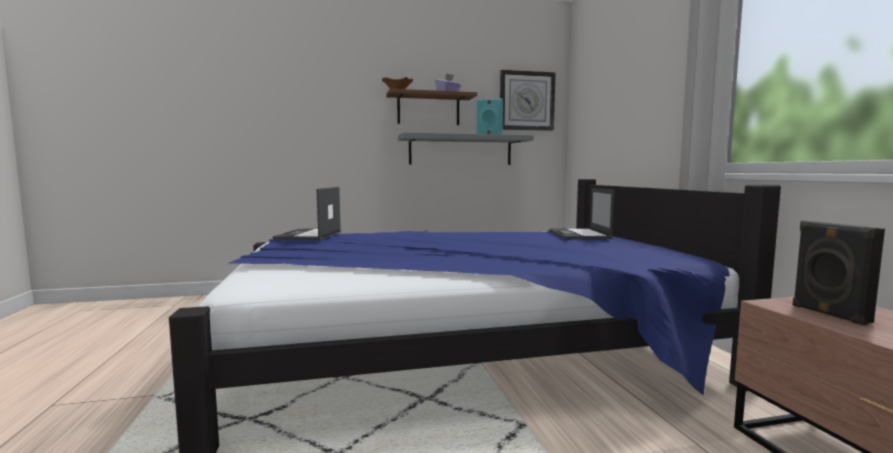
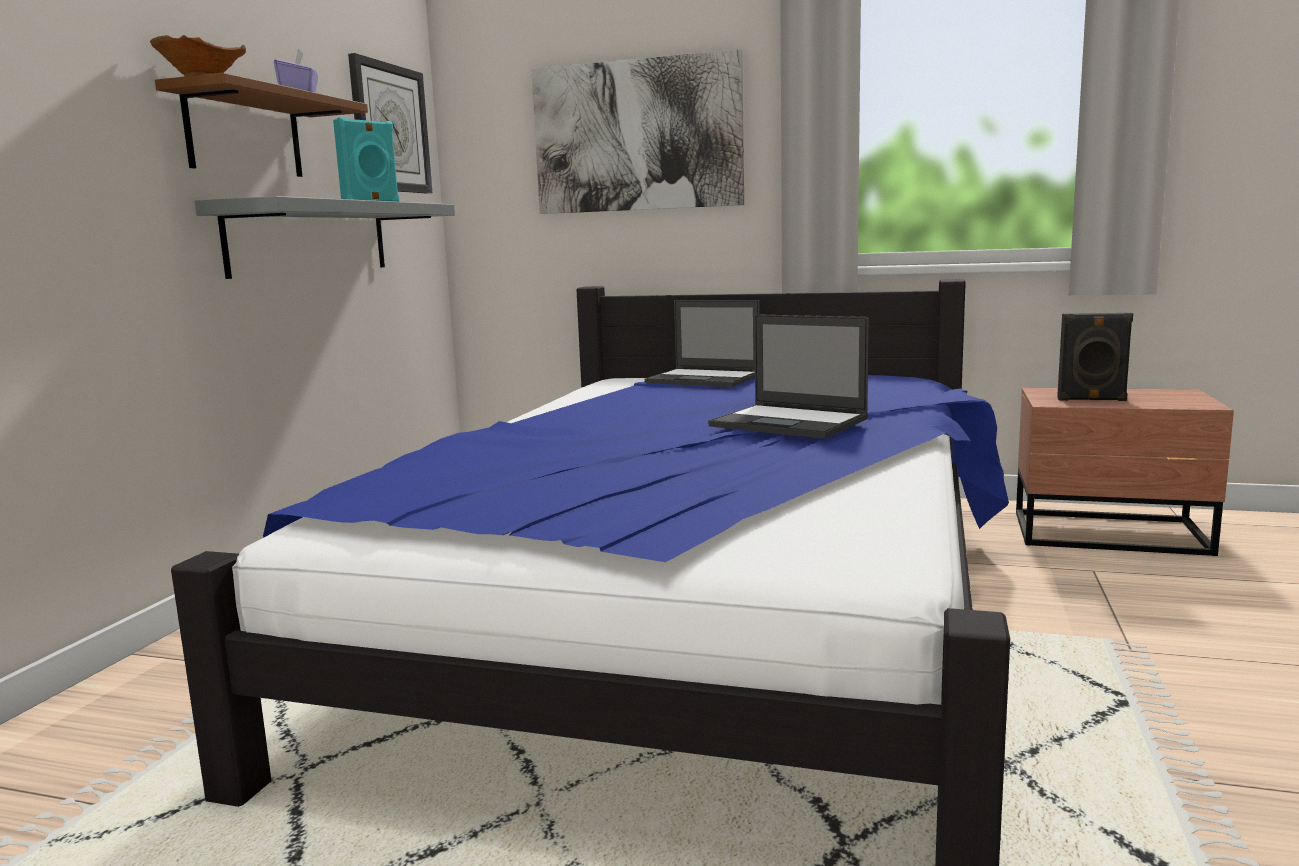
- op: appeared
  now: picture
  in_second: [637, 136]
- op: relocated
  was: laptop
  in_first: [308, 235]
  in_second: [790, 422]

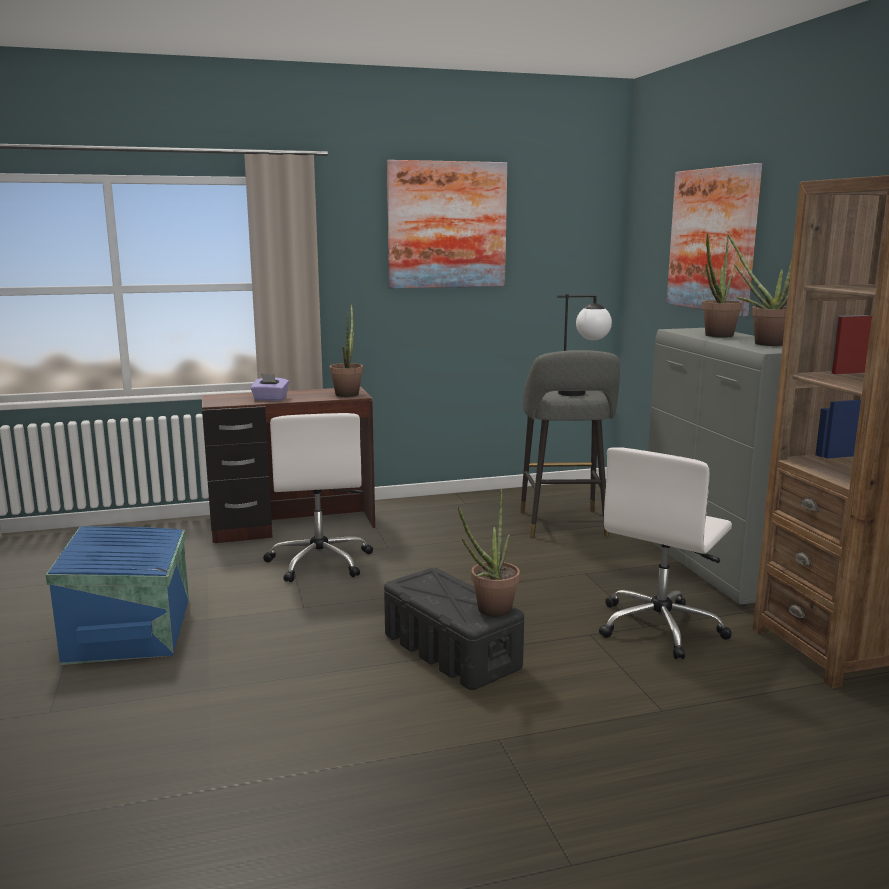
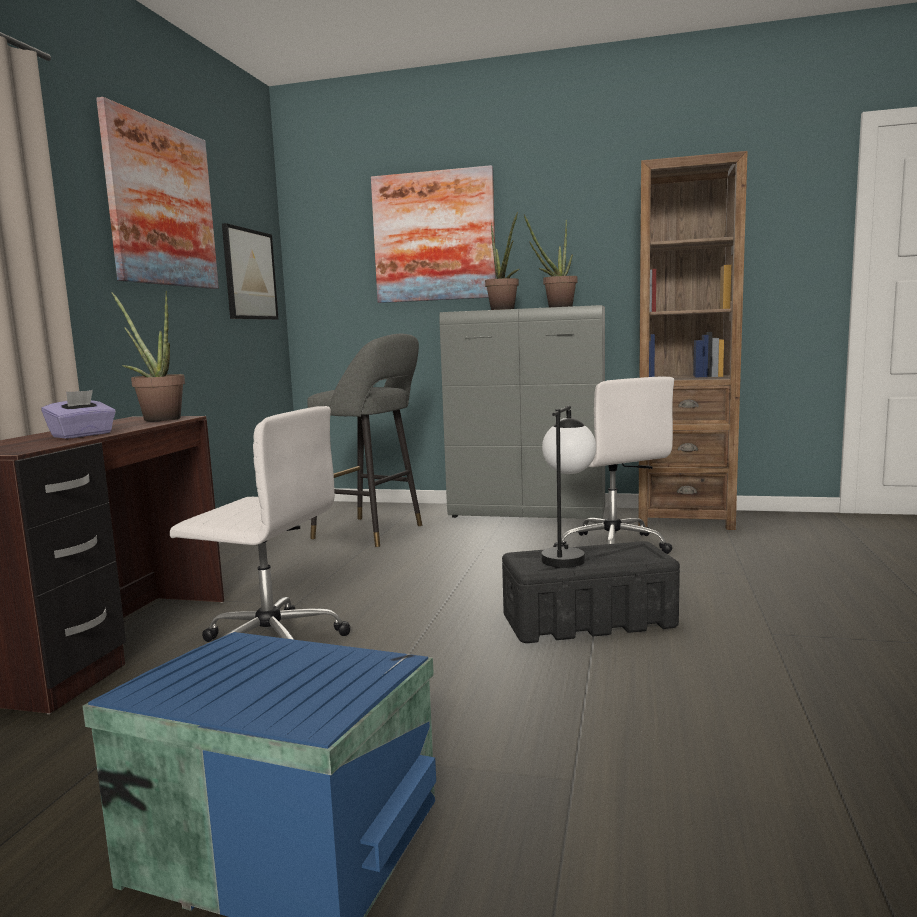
- op: missing
  was: potted plant
  in_first: [489, 612]
- op: appeared
  now: picture
  in_second: [249, 274]
- op: relocated
  was: table lamp
  in_first: [582, 393]
  in_second: [566, 555]

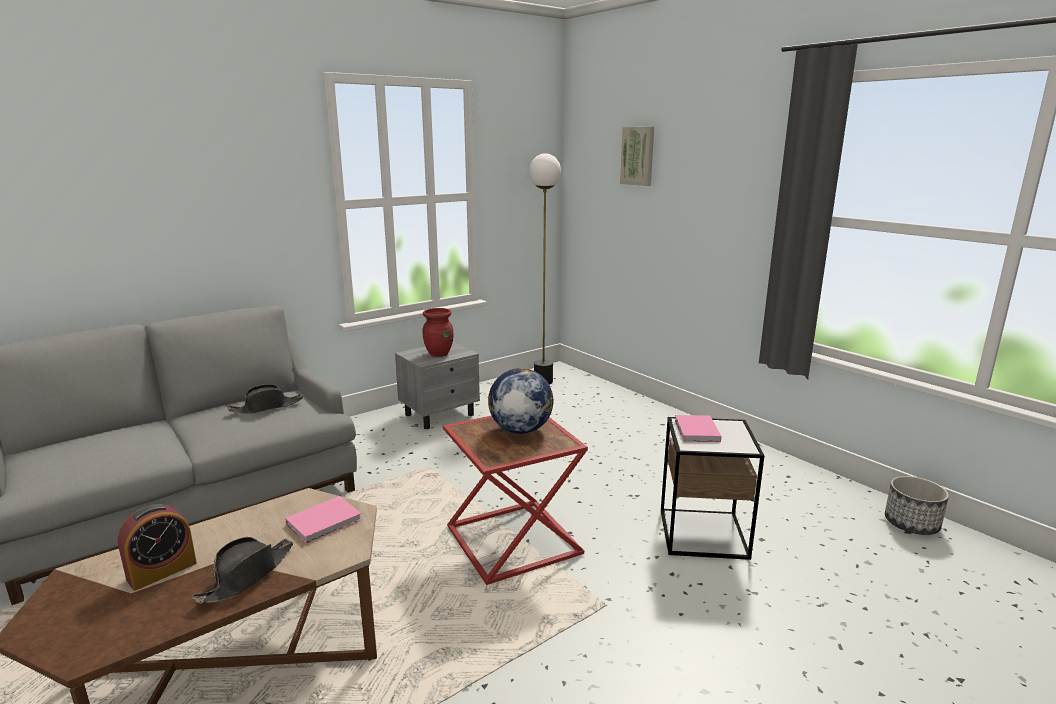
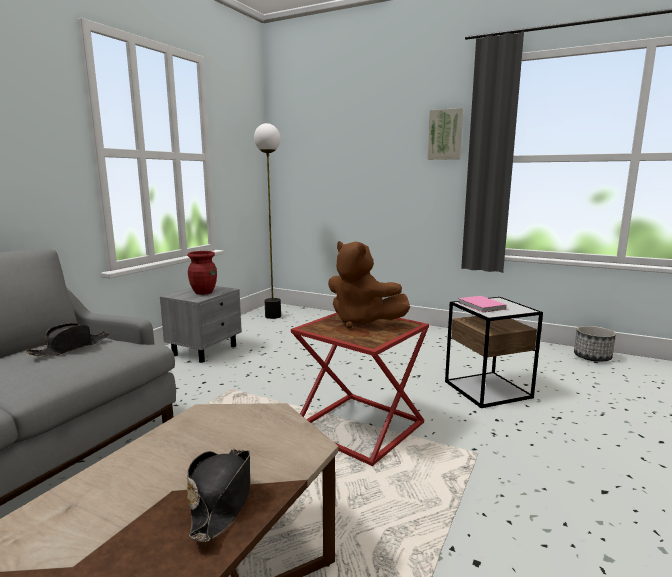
- op: missing
  was: alarm clock
  in_first: [162, 571]
- op: missing
  was: book (pink)
  in_first: [326, 521]
- op: relocated
  was: picture
  in_first: [638, 156]
  in_second: [445, 134]
- op: exchanged
  was: globe
  now: plush toy (brown)
  in_first: [520, 430]
  in_second: [362, 322]

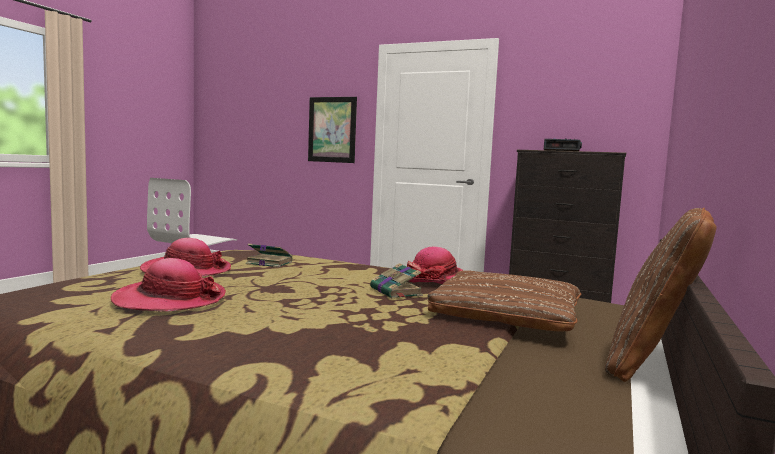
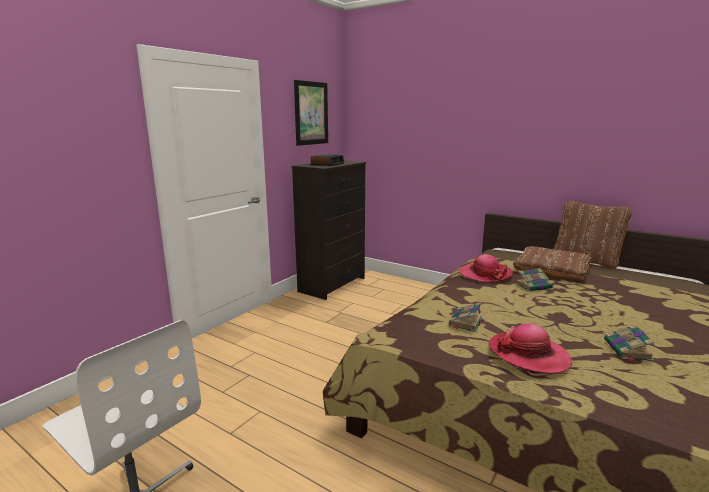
- op: relocated
  was: picture
  in_first: [332, 129]
  in_second: [311, 113]
- op: exchanged
  was: hat
  now: book
  in_first: [170, 299]
  in_second: [628, 350]

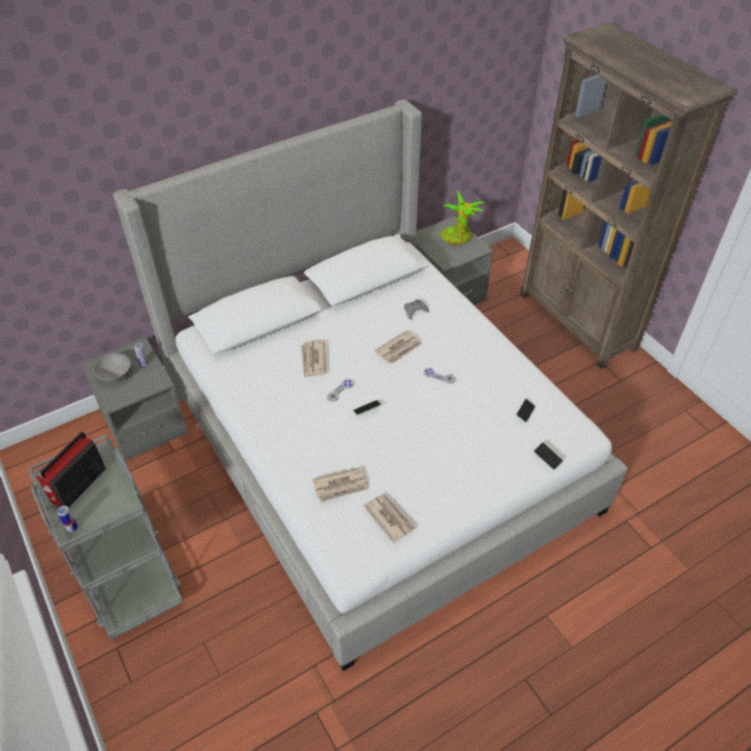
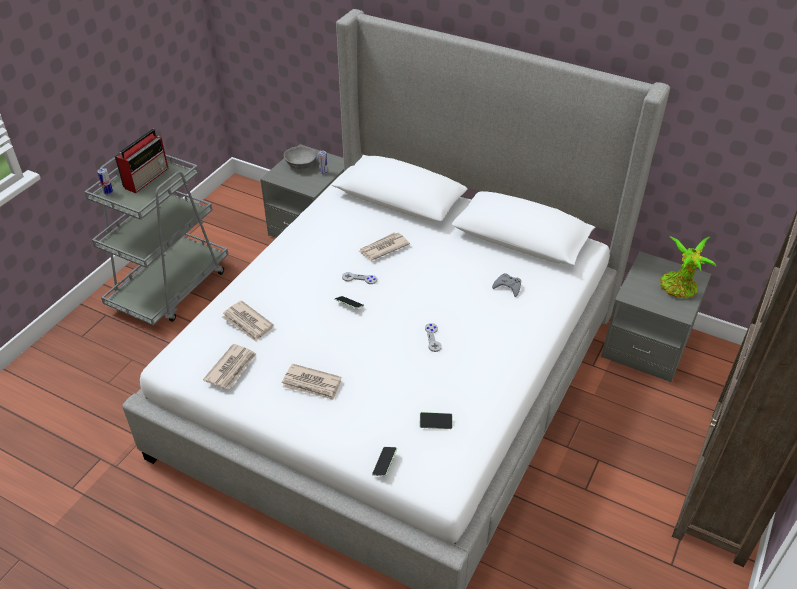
- op: relocated
  was: newspaper
  in_first: [399, 349]
  in_second: [312, 384]
- op: spun
  was: radio
  in_first: [77, 485]
  in_second: [147, 177]
  clockwise: 120

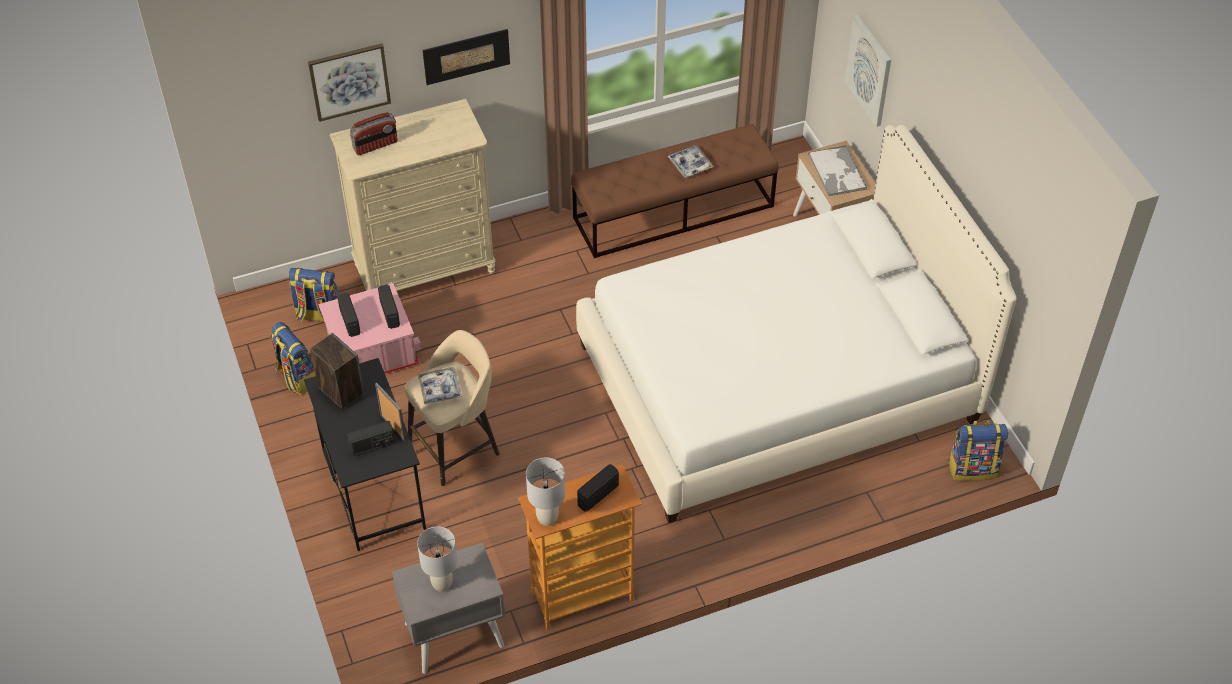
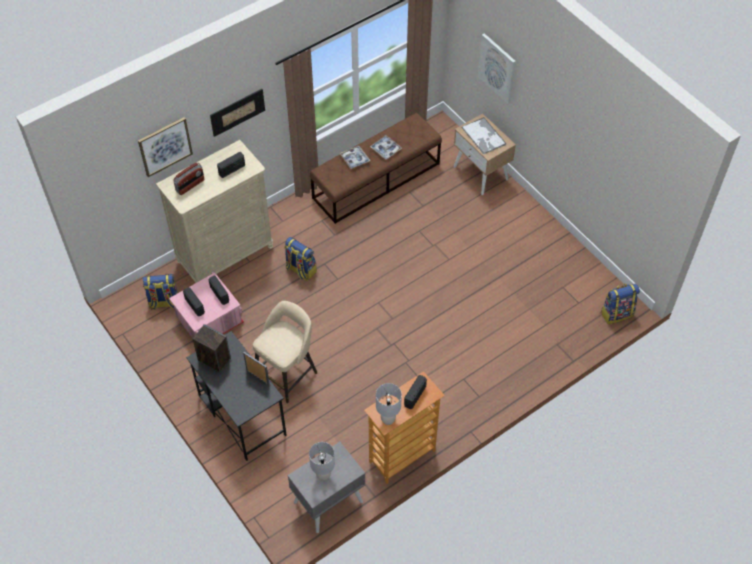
- op: missing
  was: bed (white)
  in_first: [778, 382]
- op: relocated
  was: backpack
  in_first: [296, 377]
  in_second: [300, 270]
- op: relocated
  was: radio
  in_first: [372, 445]
  in_second: [232, 170]
- op: relocated
  was: tray
  in_first: [440, 389]
  in_second: [355, 159]

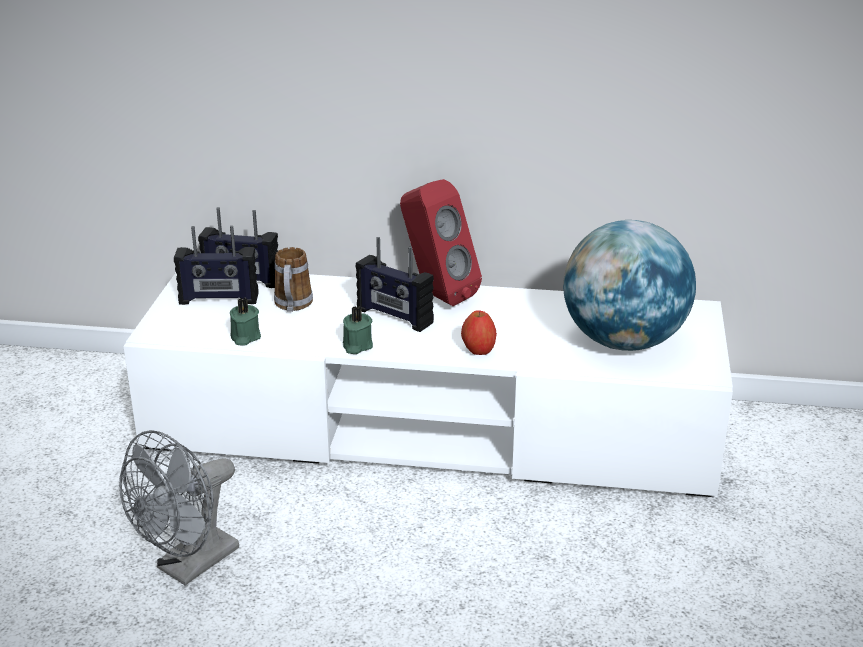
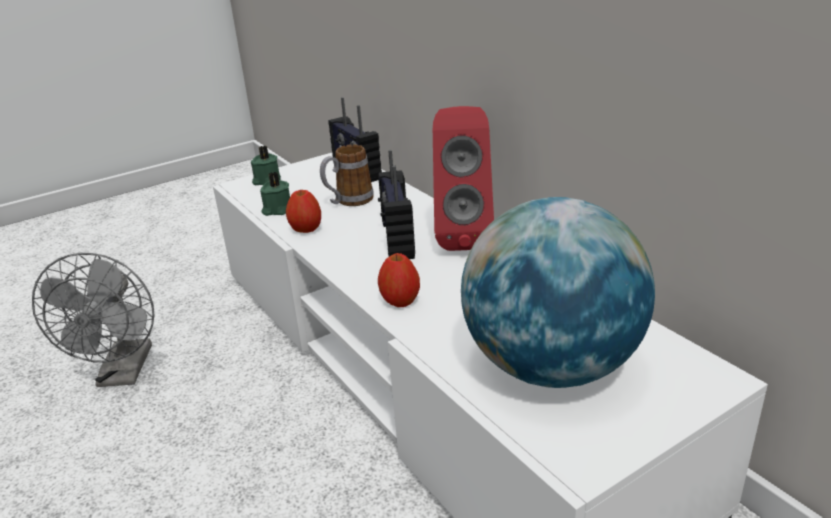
- op: missing
  was: radio
  in_first: [219, 299]
- op: appeared
  now: apple
  in_second: [306, 230]
- op: relocated
  was: candle (green)
  in_first: [356, 346]
  in_second: [266, 181]
- op: spun
  was: fan (grey)
  in_first: [189, 566]
  in_second: [123, 374]
  clockwise: -90

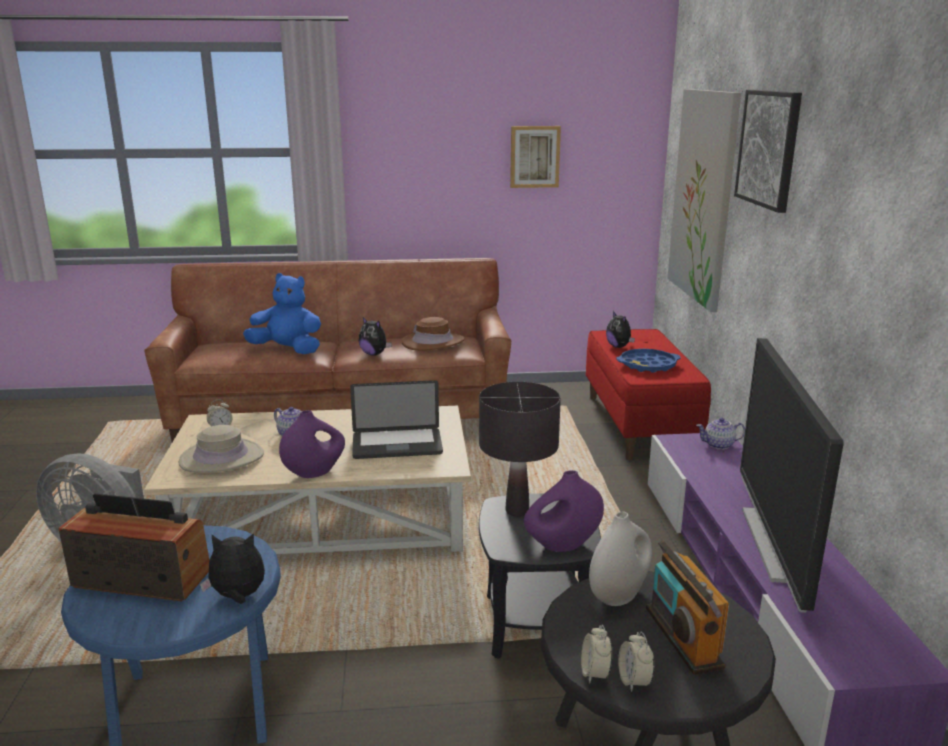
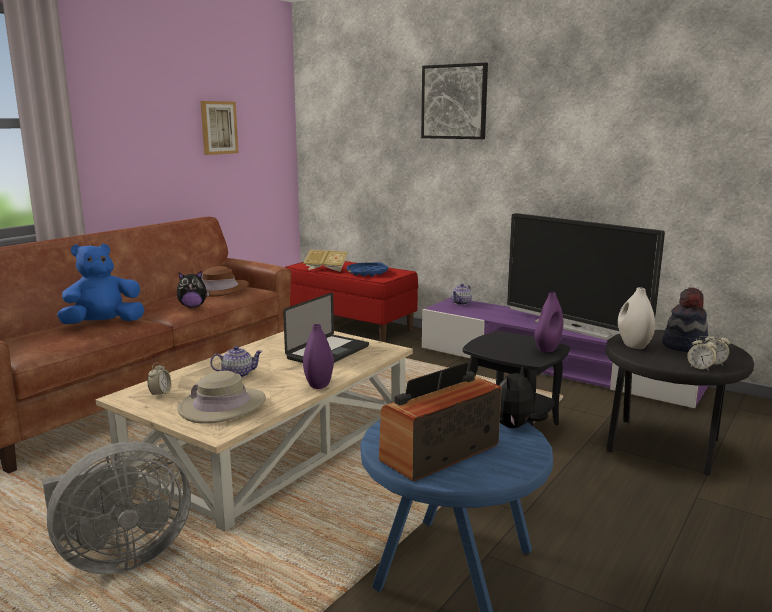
- op: missing
  was: table lamp (black)
  in_first: [517, 511]
- op: missing
  was: picture
  in_first: [703, 196]
- op: exchanged
  was: plush toy
  now: book
  in_first: [619, 346]
  in_second: [326, 269]
- op: exchanged
  was: radio
  now: hat
  in_first: [682, 637]
  in_second: [685, 346]

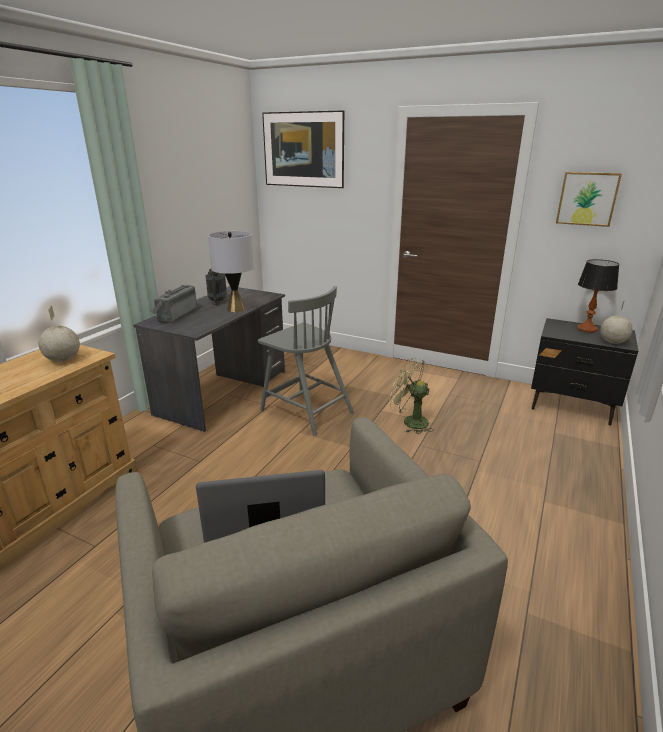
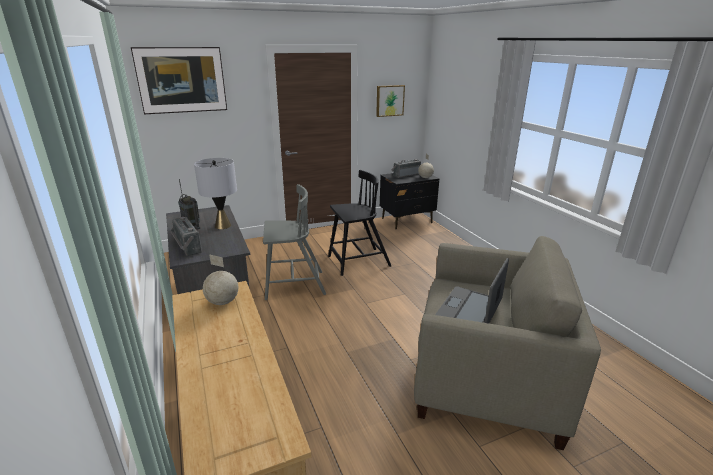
- op: exchanged
  was: fan (green)
  now: chair (black)
  in_first: [409, 421]
  in_second: [357, 261]
- op: exchanged
  was: table lamp
  now: radio
  in_first: [587, 329]
  in_second: [405, 174]

